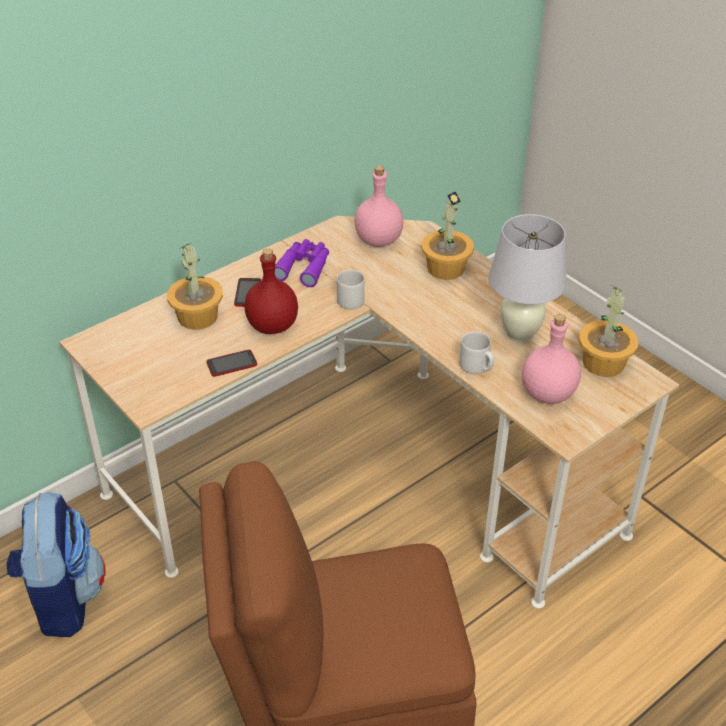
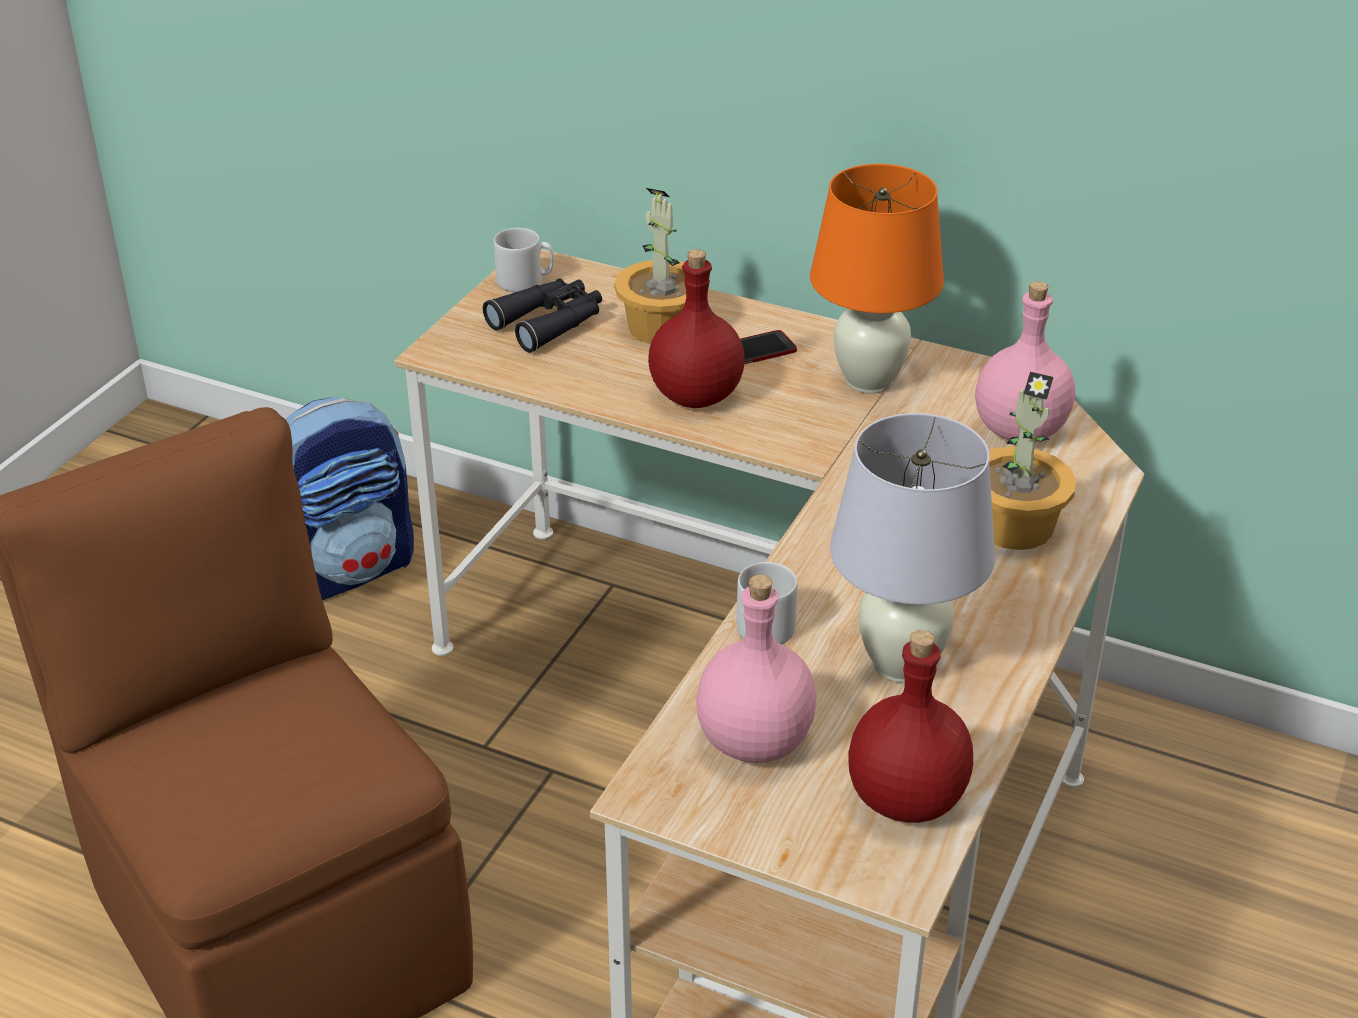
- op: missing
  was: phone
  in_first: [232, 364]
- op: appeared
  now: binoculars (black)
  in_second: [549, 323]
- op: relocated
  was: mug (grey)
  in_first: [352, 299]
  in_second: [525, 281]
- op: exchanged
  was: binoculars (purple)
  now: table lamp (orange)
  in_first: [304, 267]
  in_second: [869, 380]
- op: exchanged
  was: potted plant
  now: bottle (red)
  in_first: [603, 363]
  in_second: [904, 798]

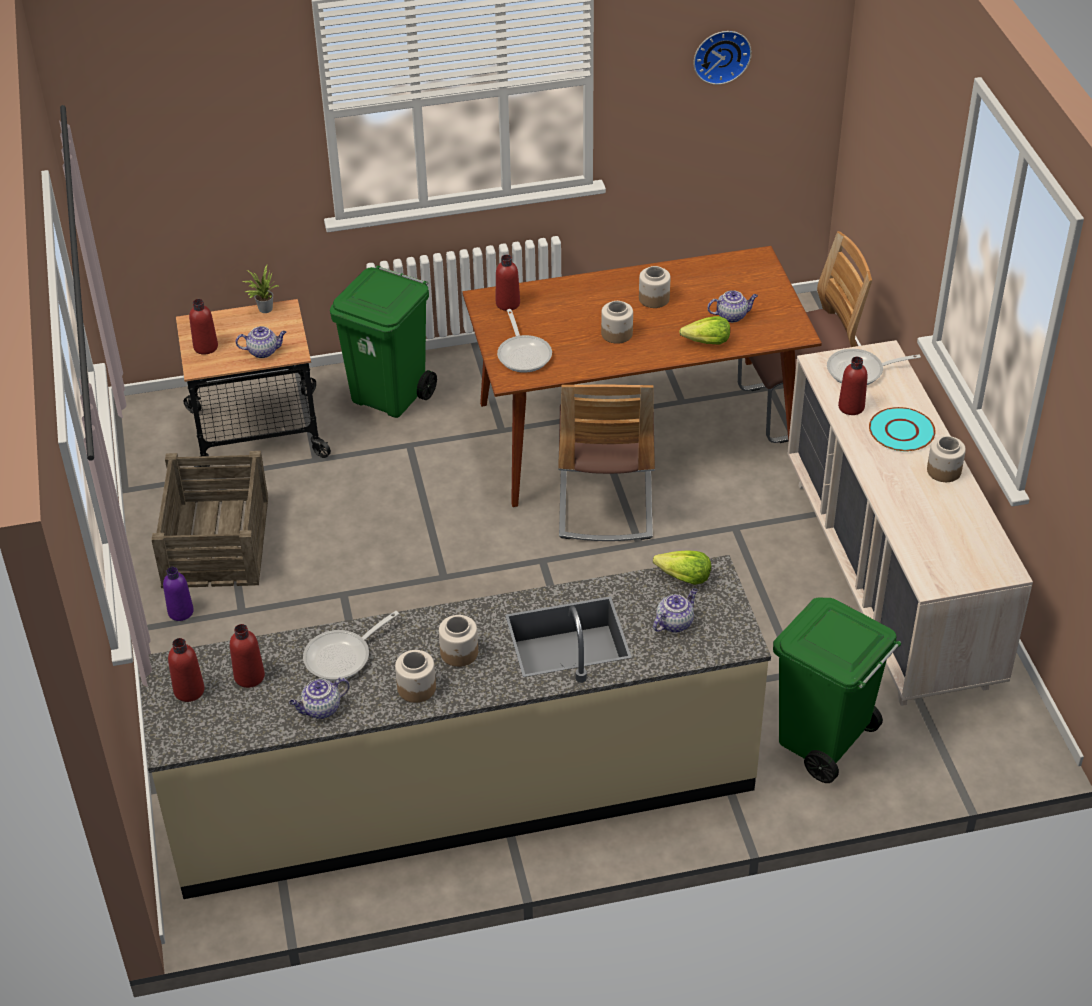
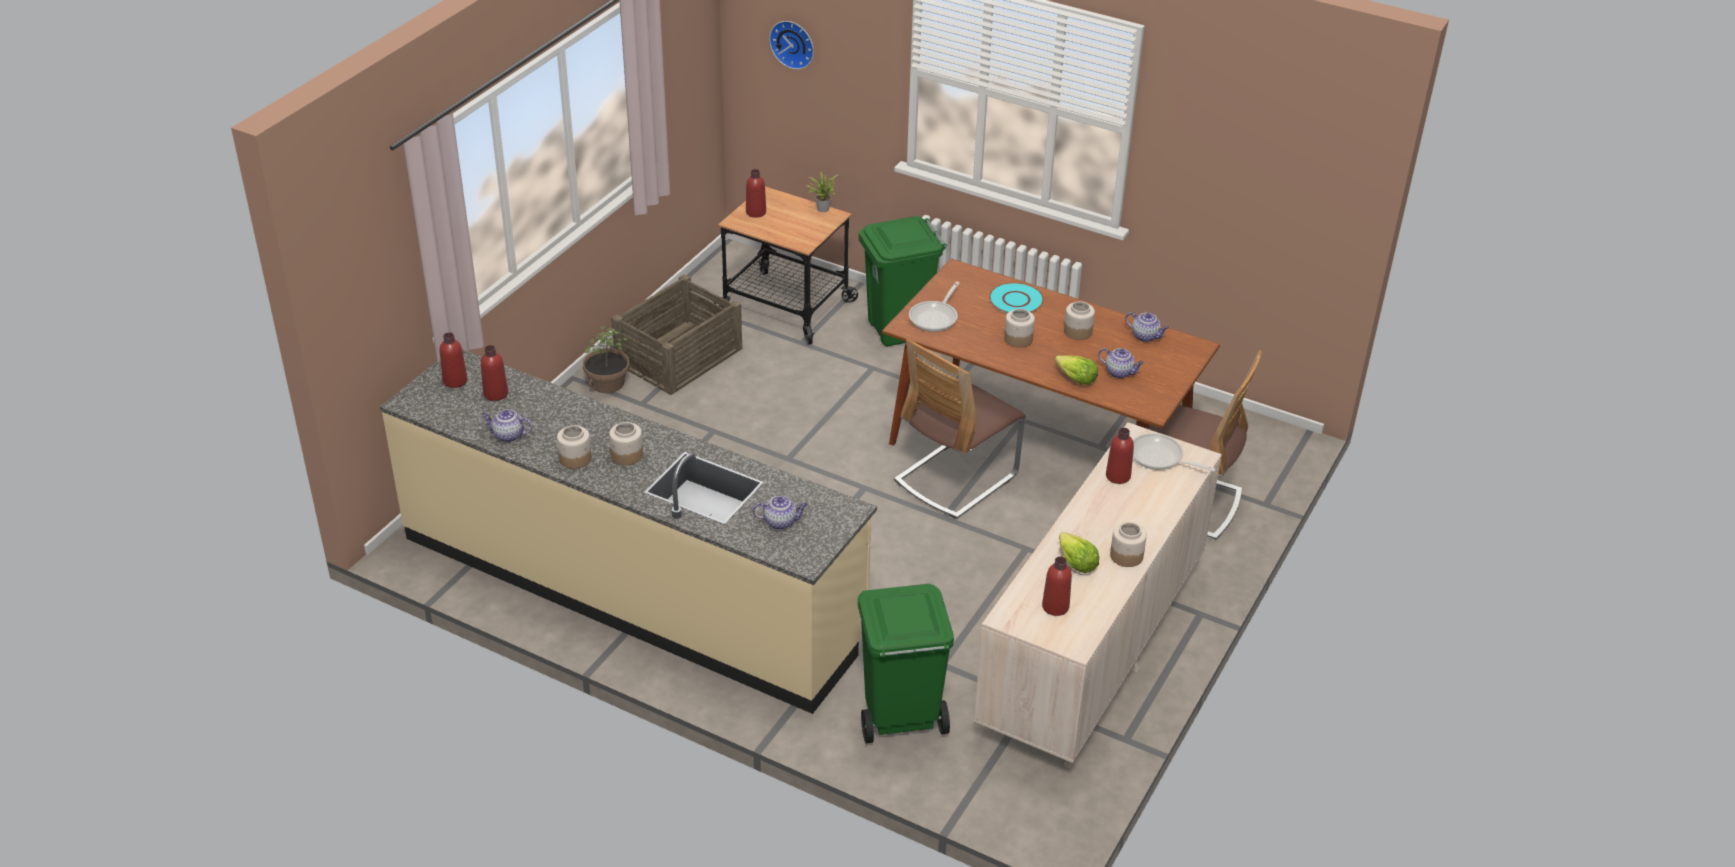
- op: missing
  was: frying pan
  in_first: [343, 656]
- op: relocated
  was: teapot
  in_first: [263, 351]
  in_second: [1145, 336]
- op: relocated
  was: bottle (red)
  in_first: [508, 303]
  in_second: [1055, 607]
- op: relocated
  was: lettuce
  in_first: [683, 578]
  in_second: [1076, 563]
- op: relocated
  was: wall clock
  in_first: [721, 55]
  in_second: [793, 43]
- op: relocated
  was: plate (turquoise)
  in_first: [901, 431]
  in_second: [1015, 300]
- op: exchanged
  was: bottle (purple)
  now: potted plant
  in_first: [180, 612]
  in_second: [607, 383]

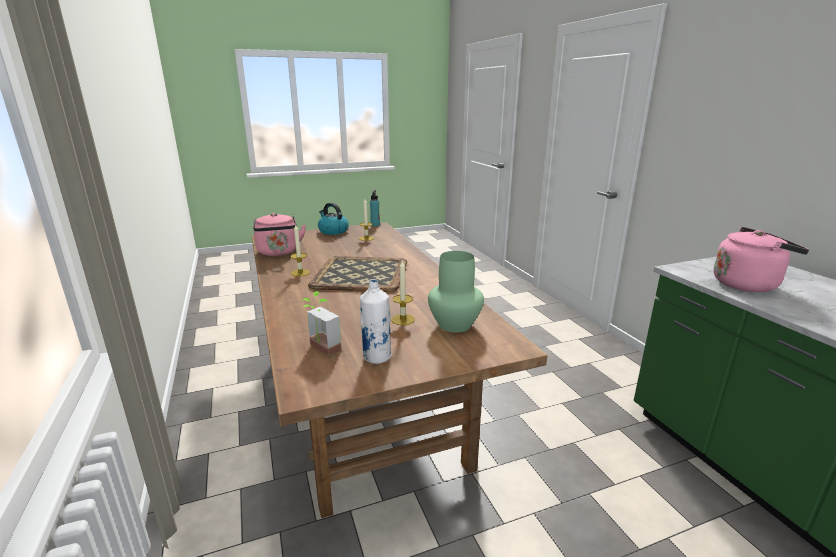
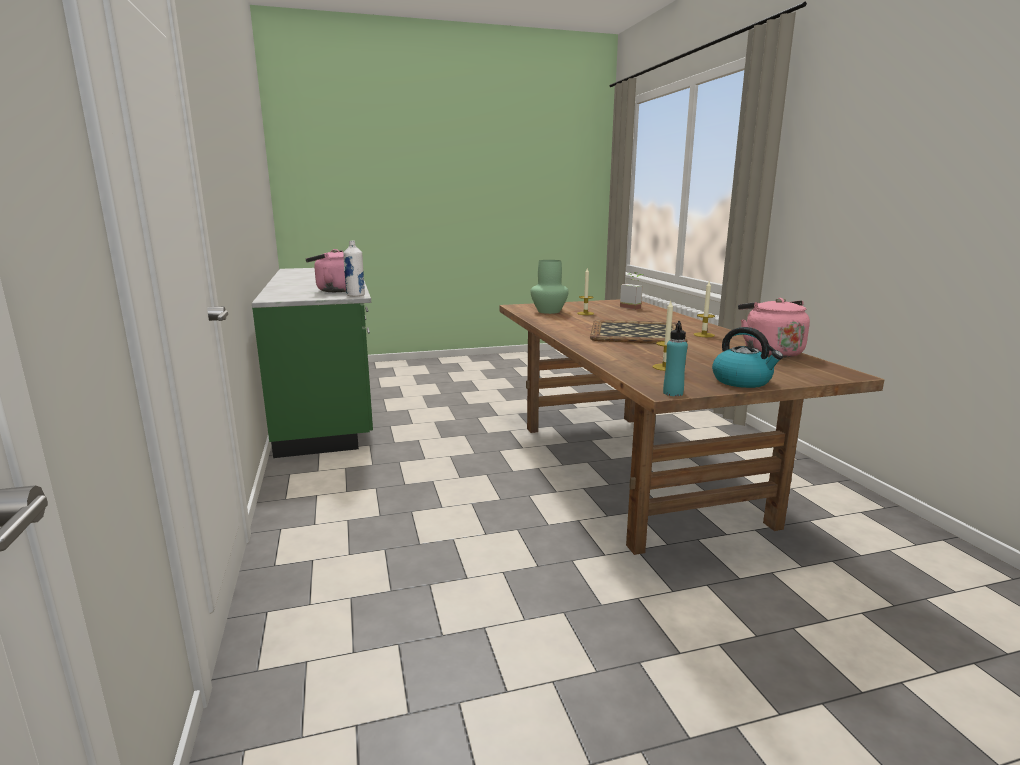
- op: relocated
  was: bottle (white)
  in_first: [377, 357]
  in_second: [355, 295]

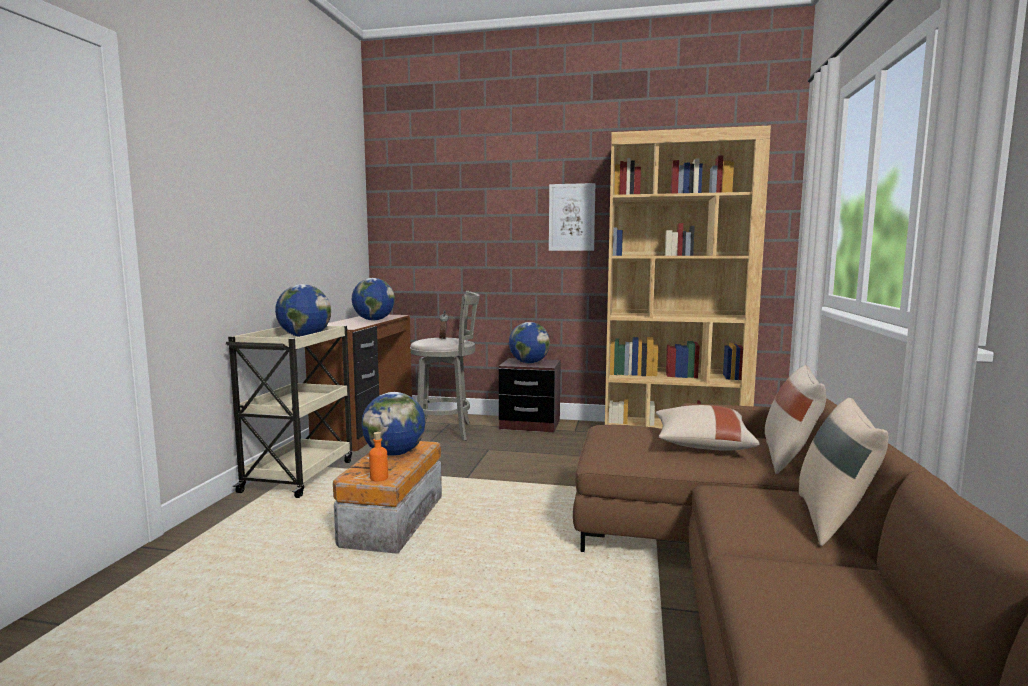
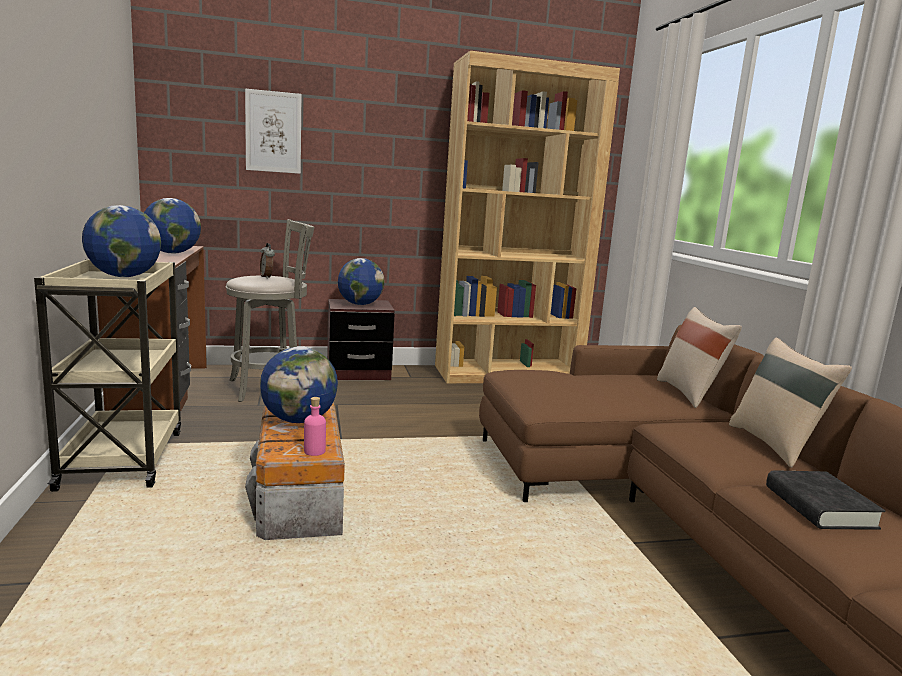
- op: missing
  was: pillow (beige)
  in_first: [701, 445]
- op: appeared
  now: book (black)
  in_second: [819, 507]
- op: relocated
  was: picture
  in_first: [571, 217]
  in_second: [273, 132]
- op: colour
  was: bottle (orange)
  now: bottle (pink)
  in_first: [379, 478]
  in_second: [314, 451]

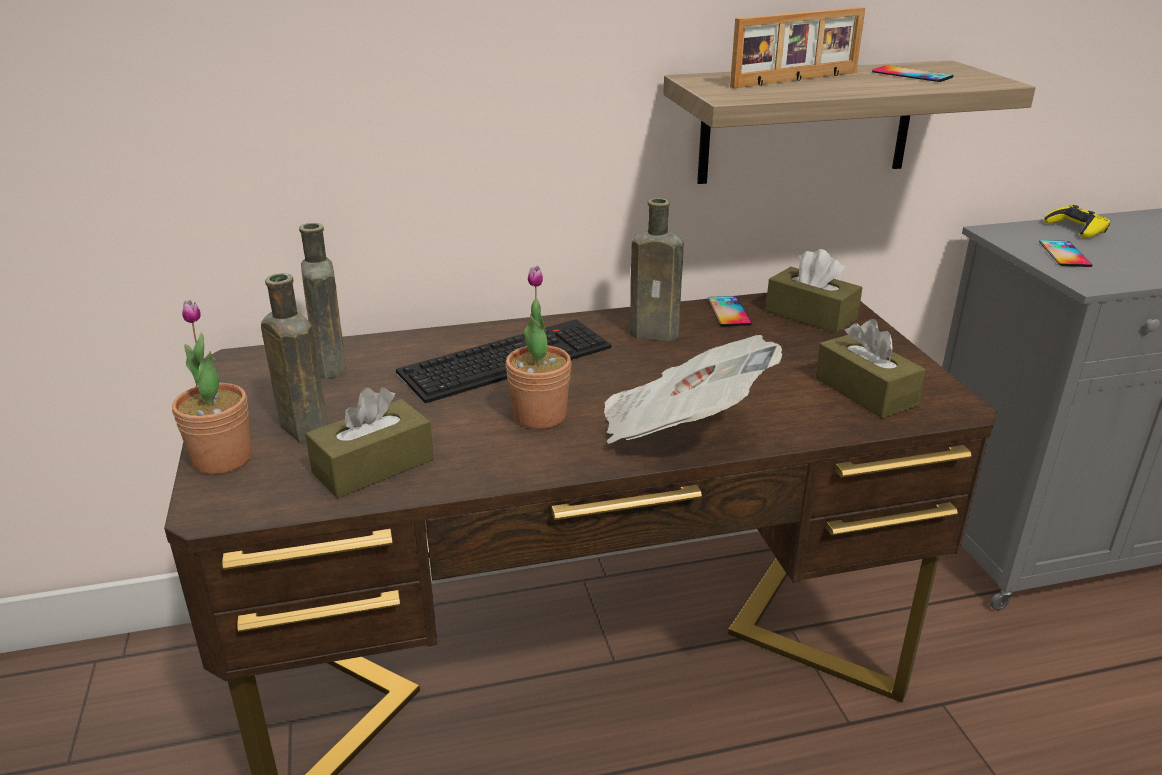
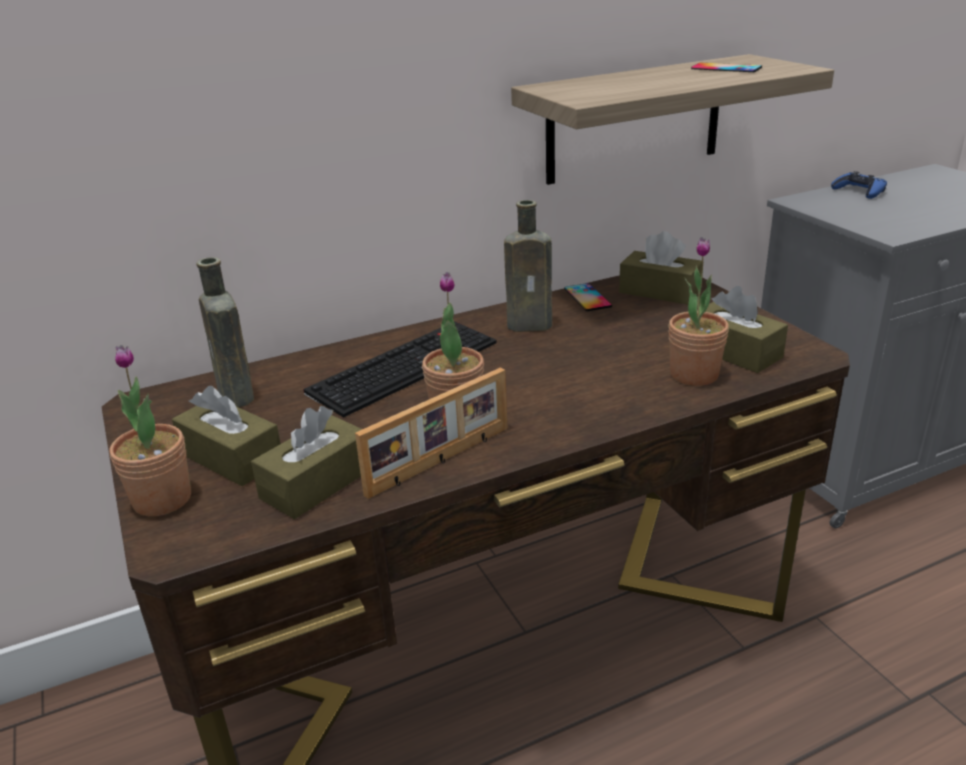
- op: missing
  was: newspaper
  in_first: [680, 428]
- op: missing
  was: phone
  in_first: [1064, 254]
- op: appeared
  now: potted plant
  in_second: [694, 375]
- op: relocated
  was: picture frame
  in_first: [796, 80]
  in_second: [441, 461]
- op: exchanged
  was: bottle (brown)
  now: tissue box (brown)
  in_first: [302, 428]
  in_second: [232, 457]
- op: colour
  was: game controller (yellow)
  now: game controller (blue)
  in_first: [1076, 228]
  in_second: [859, 191]

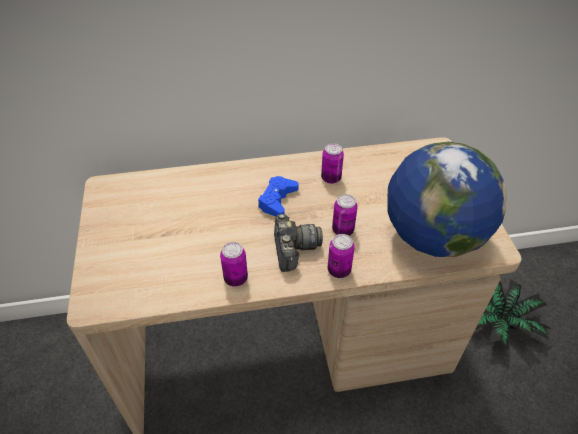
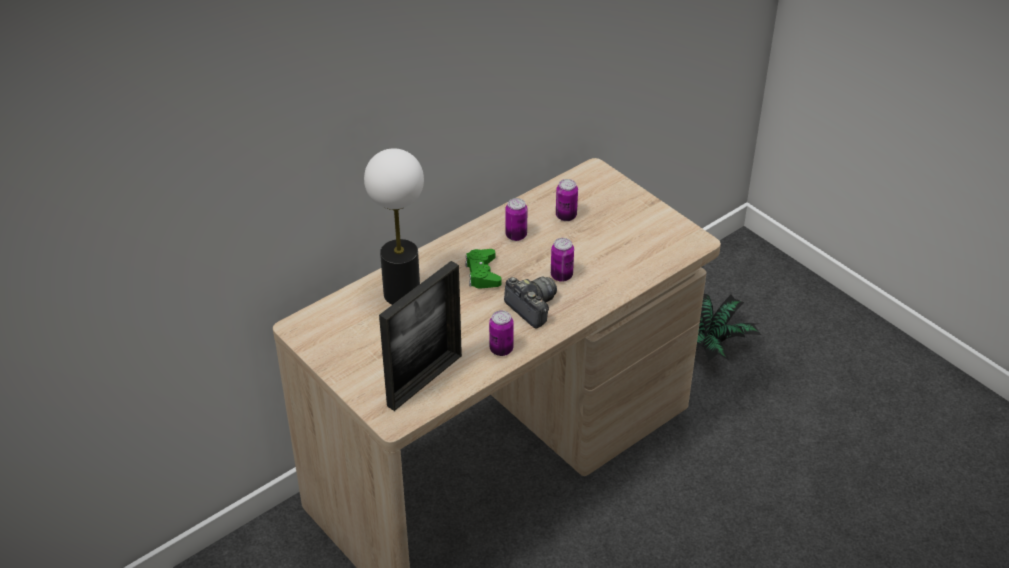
- op: missing
  was: globe
  in_first: [432, 237]
- op: appeared
  now: table lamp
  in_second: [402, 293]
- op: appeared
  now: picture frame
  in_second: [425, 380]
- op: relocated
  was: can
  in_first: [339, 270]
  in_second: [566, 216]
- op: colour
  was: game controller (blue)
  now: game controller (green)
  in_first: [277, 200]
  in_second: [482, 273]

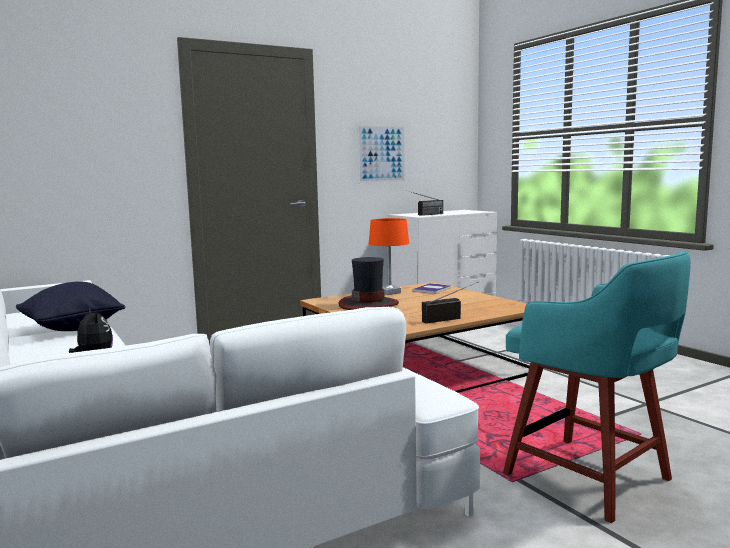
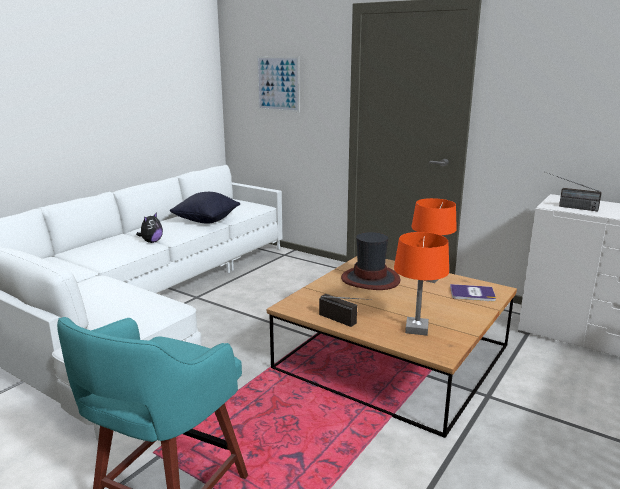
- op: appeared
  now: table lamp (orange)
  in_second: [416, 329]
- op: relocated
  was: picture
  in_first: [381, 153]
  in_second: [278, 84]

